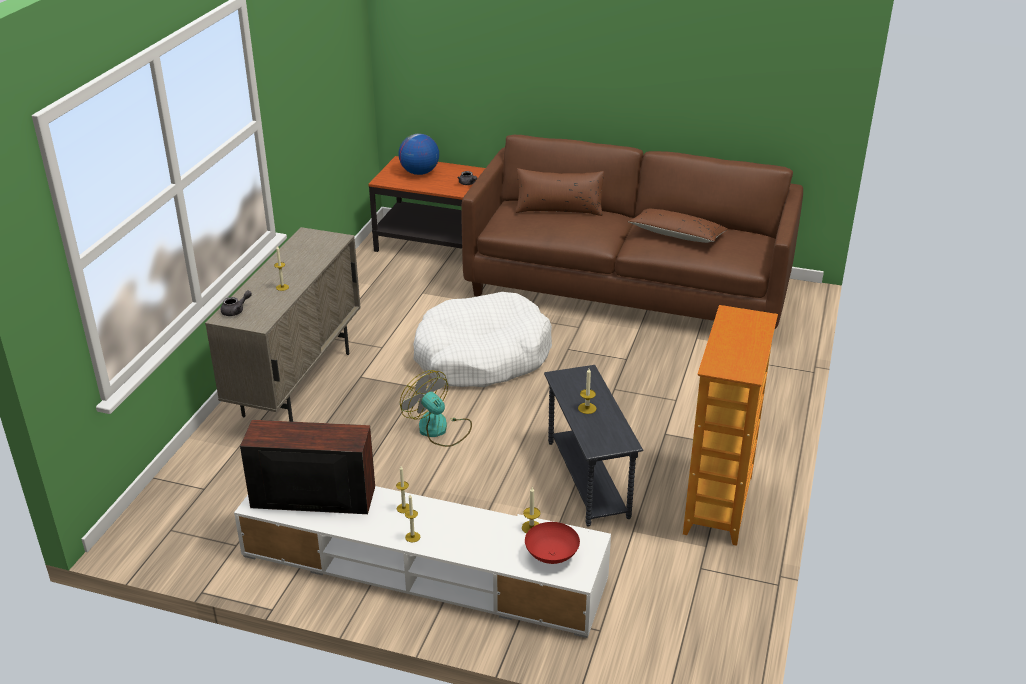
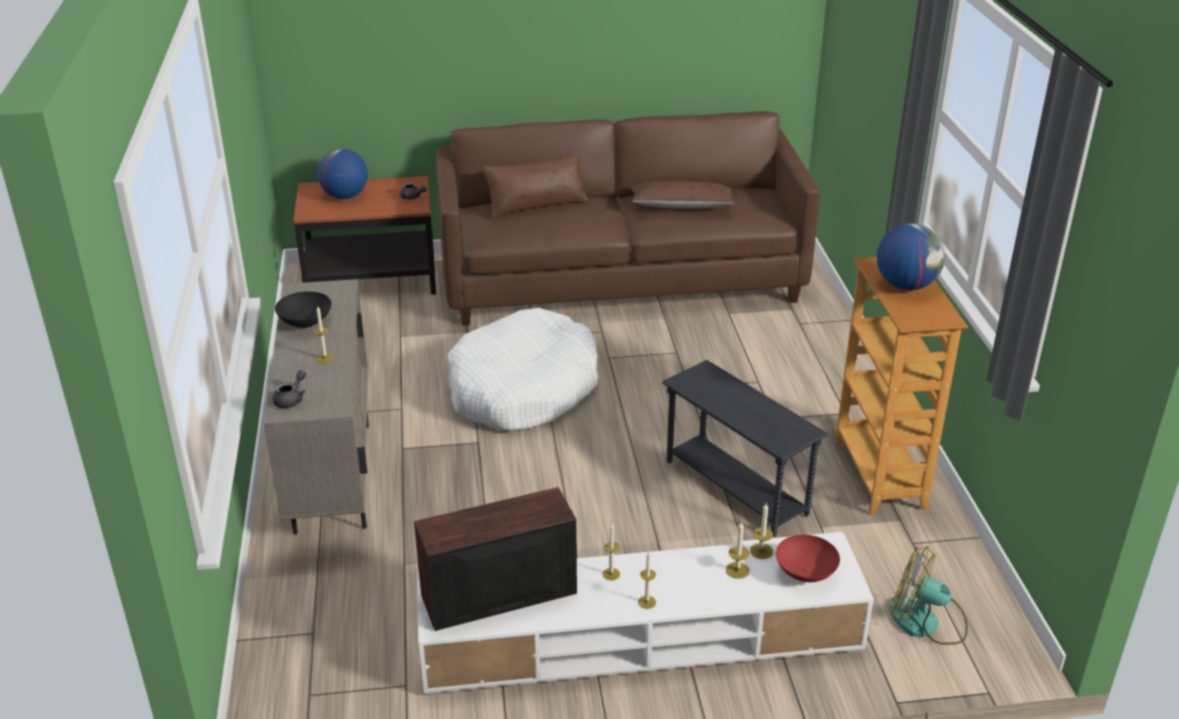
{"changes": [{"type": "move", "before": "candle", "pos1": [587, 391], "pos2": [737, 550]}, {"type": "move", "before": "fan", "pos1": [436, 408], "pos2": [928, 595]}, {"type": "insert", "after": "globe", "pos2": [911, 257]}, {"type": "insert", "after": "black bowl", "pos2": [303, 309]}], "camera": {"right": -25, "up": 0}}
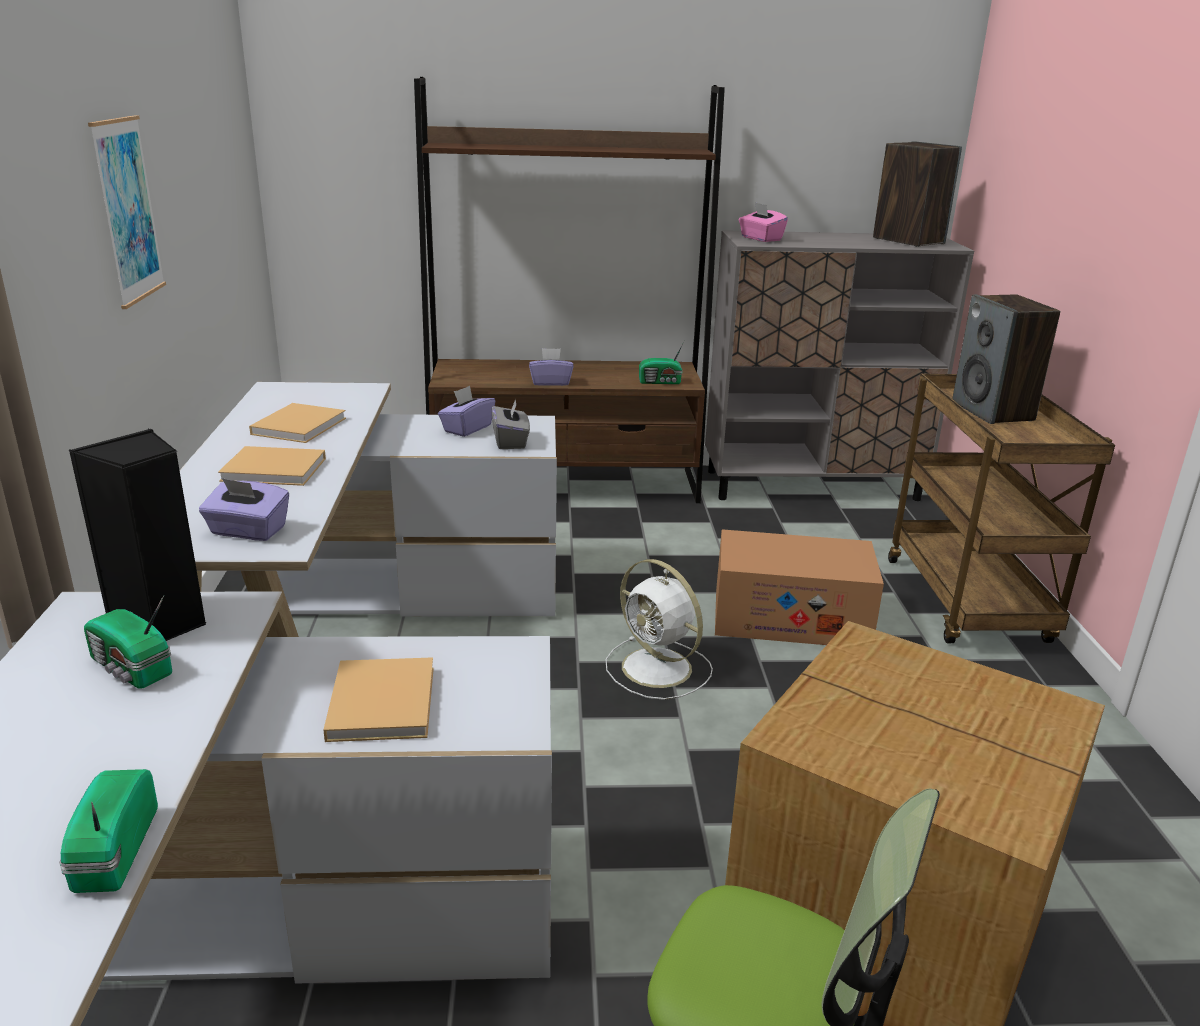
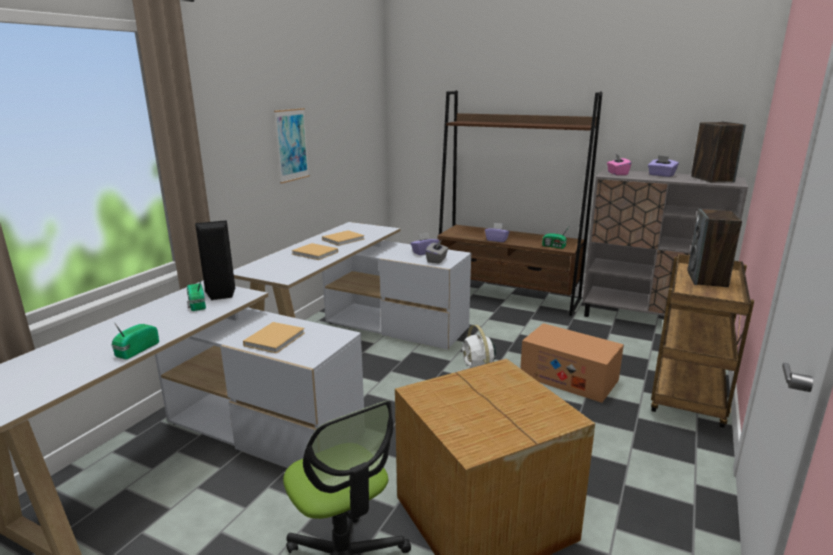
{"changes": [{"type": "move", "before": "purple tissue box", "pos1": [244, 509], "pos2": [663, 166]}], "camera": {"right": 30, "up": -5}}
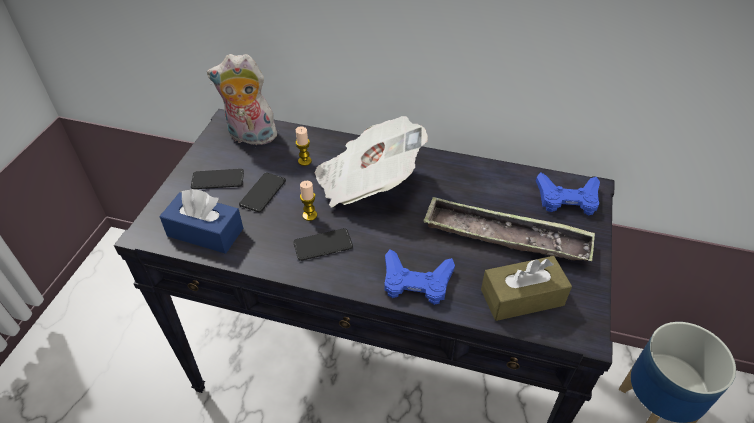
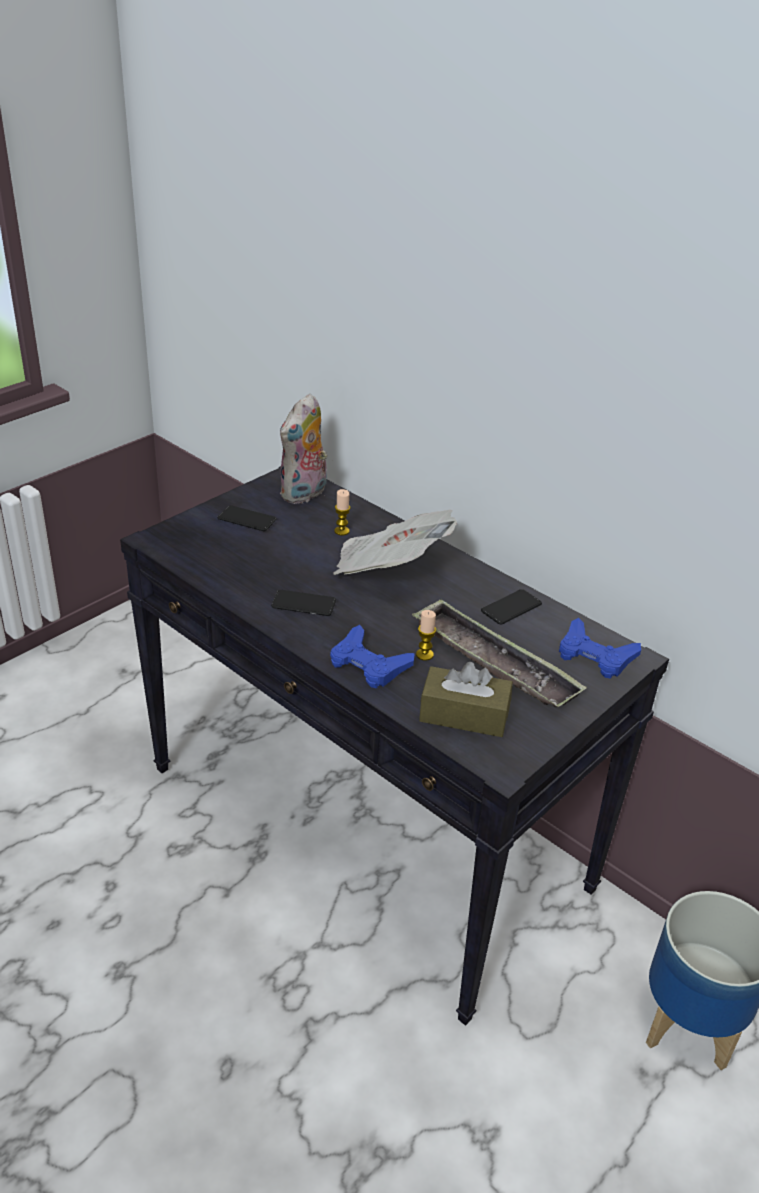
{"changes": [{"type": "rotate", "before": "plush toy", "pos1": [243, 99], "pos2": [303, 449], "turn": -90}, {"type": "move", "before": "phone", "pos1": [262, 192], "pos2": [511, 606]}, {"type": "move", "before": "candle", "pos1": [308, 201], "pos2": [426, 635]}, {"type": "delete", "before": "blue tissue box", "pos1": [201, 221]}], "camera": {"right": 25, "up": -10}}
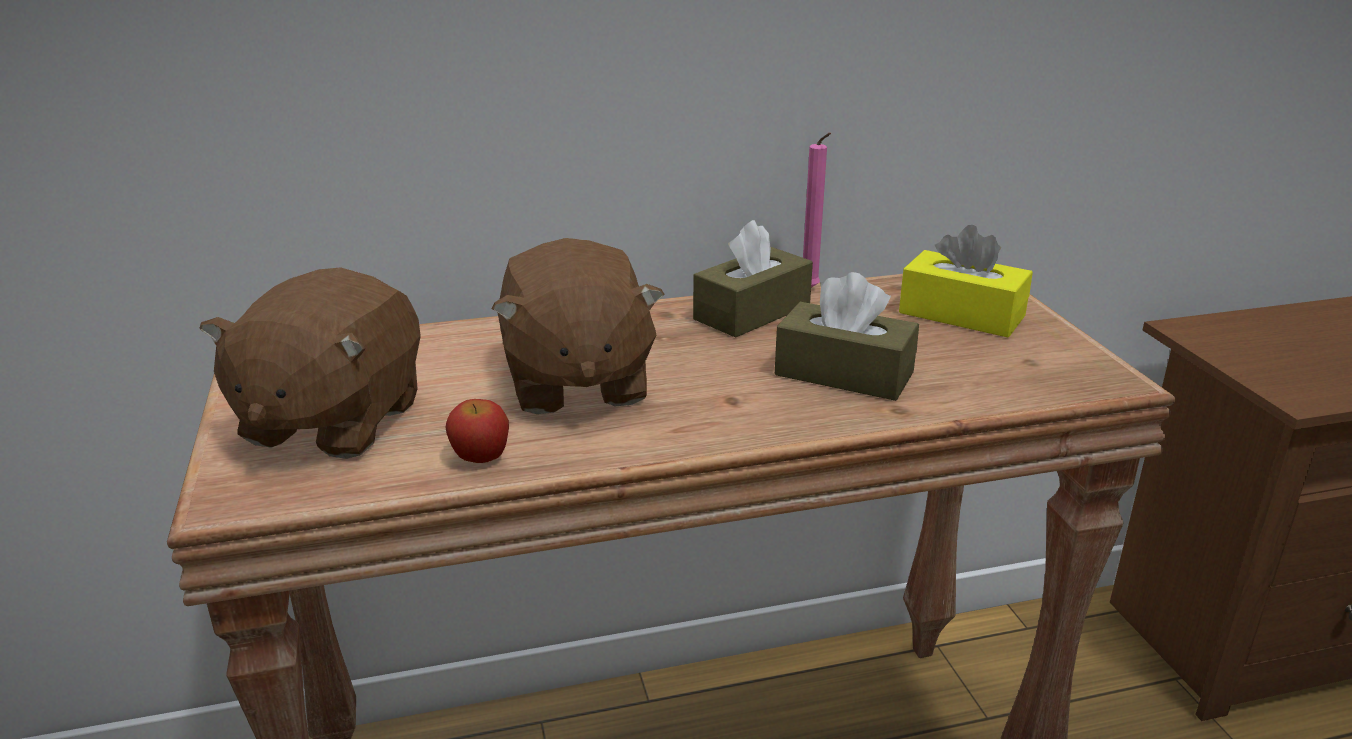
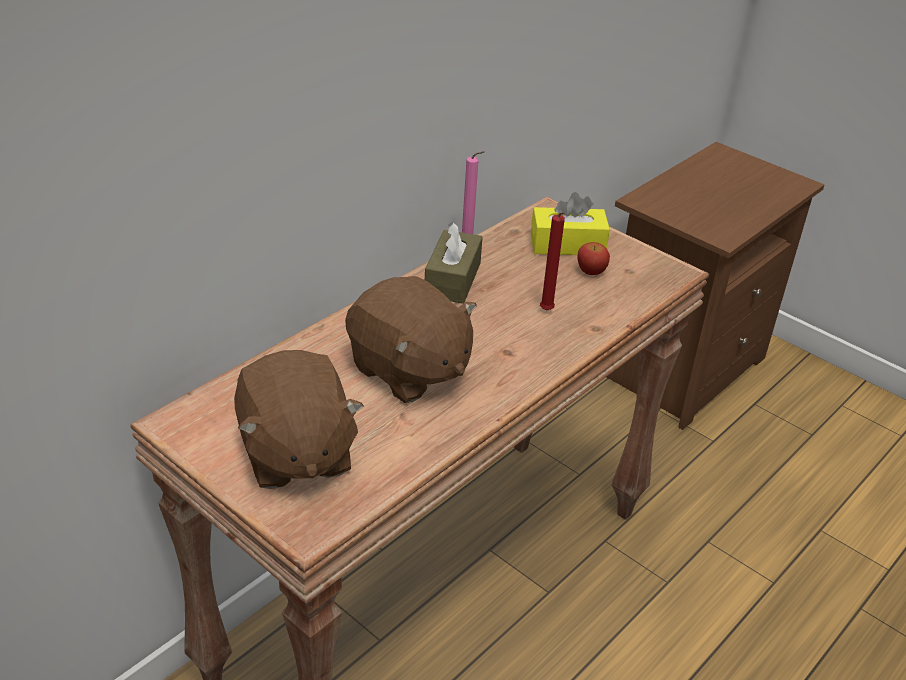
{"changes": [{"type": "replace", "before": "brown tissue box", "after": "red candle", "pos1": [847, 336], "pos2": [552, 261]}, {"type": "move", "before": "apple", "pos1": [477, 431], "pos2": [593, 258]}], "camera": {"right": -35, "up": 10}}
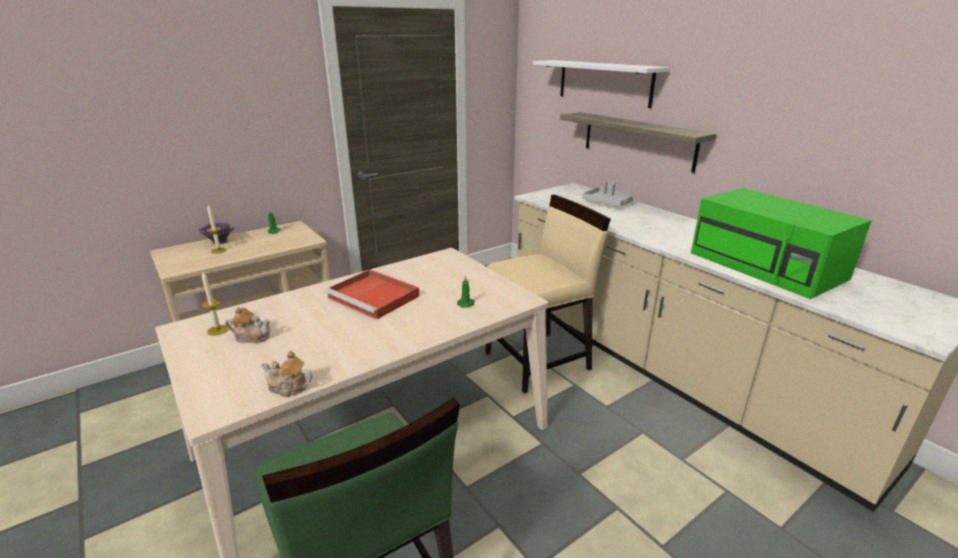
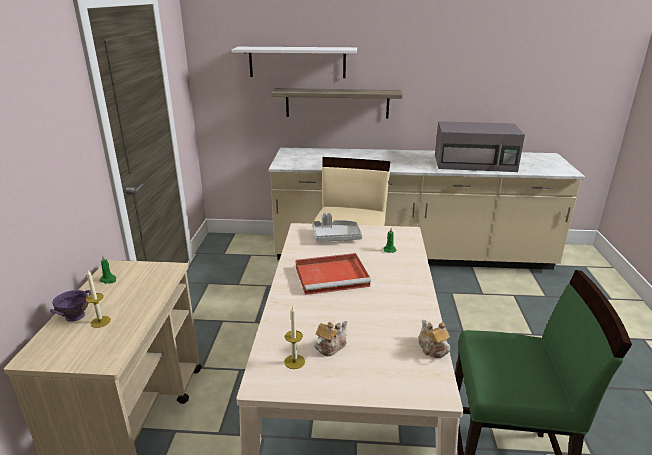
{"changes": [{"type": "move", "before": "grey tray", "pos1": [607, 194], "pos2": [337, 227]}, {"type": "recolor", "before": "green microwave", "after": "grey microwave", "pos1": [781, 243], "pos2": [480, 146]}, {"type": "rotate", "before": "teapot", "pos1": [286, 374], "pos2": [434, 339], "turn": 105}], "camera": {"right": -50, "up": 0}}
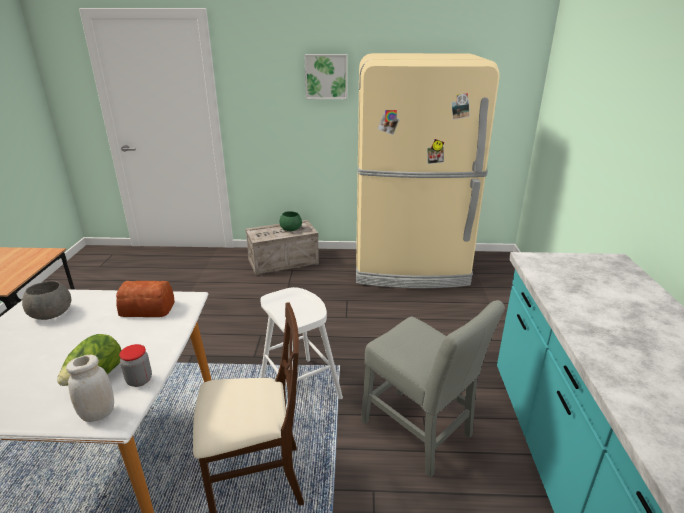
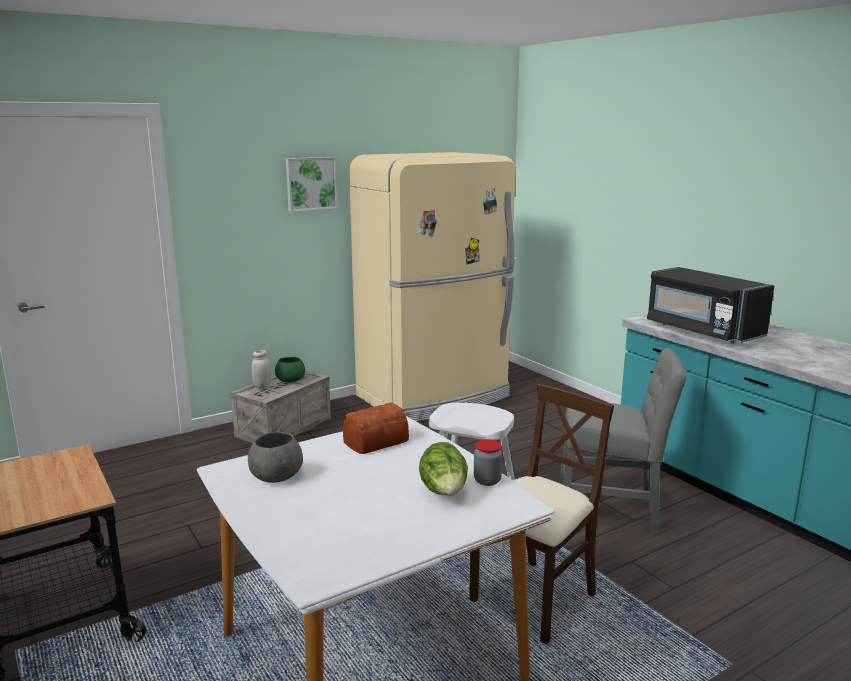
{"changes": [{"type": "move", "before": "white jar", "pos1": [90, 388], "pos2": [261, 369]}, {"type": "insert", "after": "black microwave", "pos2": [710, 305]}], "camera": {"right": -35, "up": -10}}
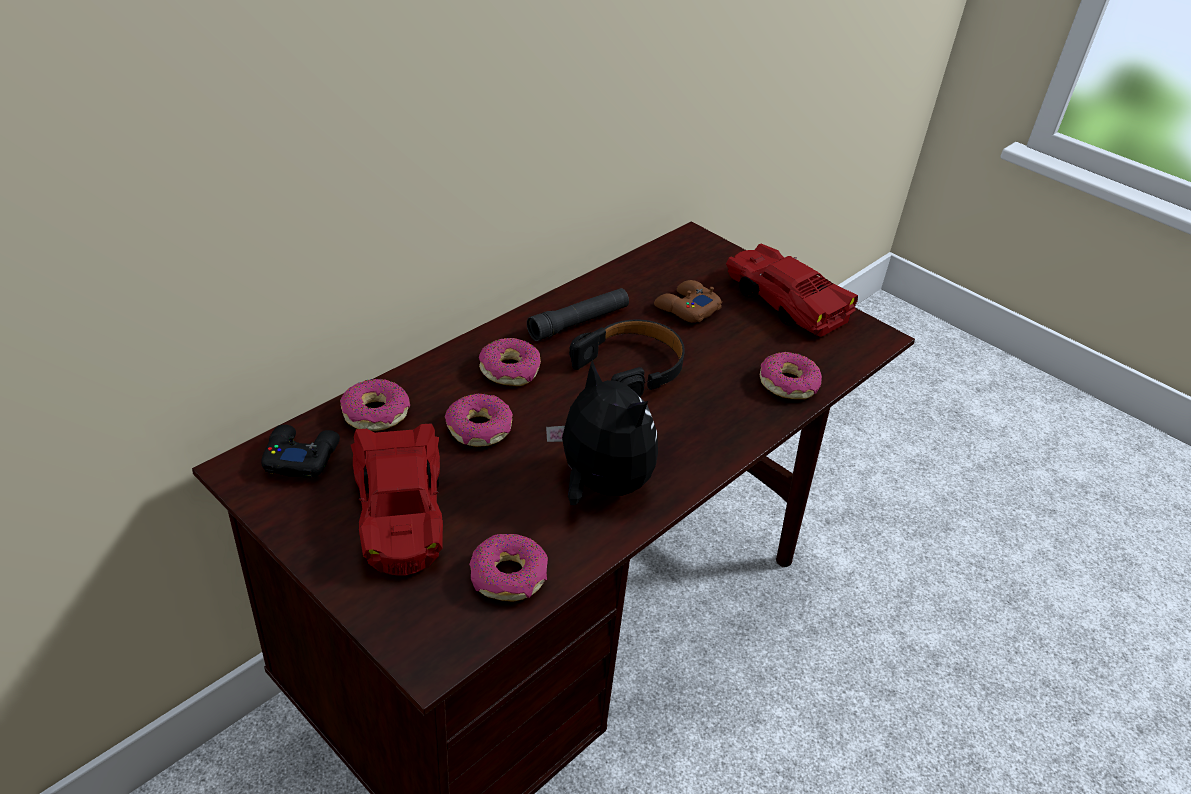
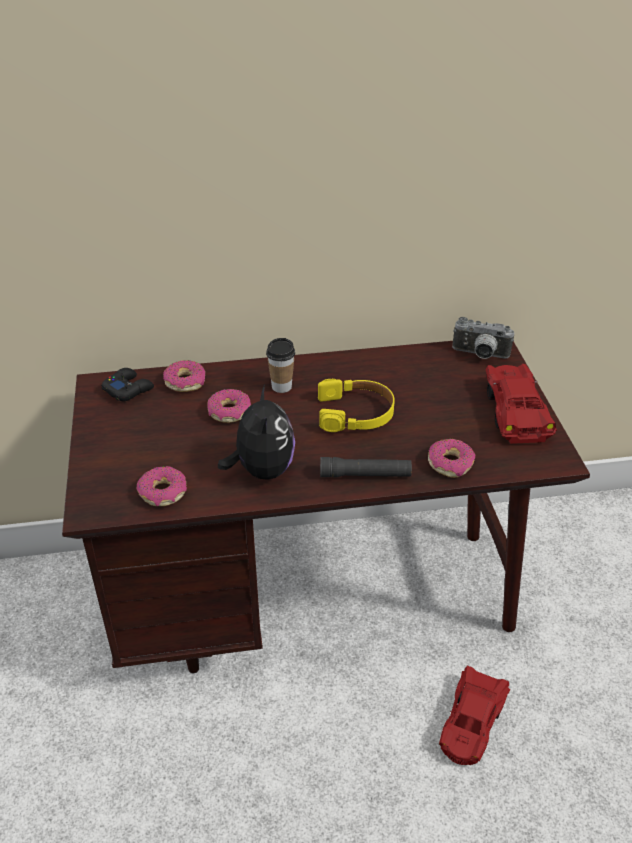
{"changes": [{"type": "delete", "before": "brown game controller", "pos1": [688, 301]}, {"type": "move", "before": "black flashlight", "pos1": [578, 314], "pos2": [366, 467]}, {"type": "recolor", "before": "black headphones", "after": "yellow headphones", "pos1": [627, 358], "pos2": [356, 405]}, {"type": "replace", "before": "donut", "after": "cup", "pos1": [510, 362], "pos2": [280, 365]}, {"type": "move", "before": "red toy car", "pos1": [397, 499], "pos2": [474, 715]}, {"type": "insert", "after": "photo camera", "pos2": [483, 338]}], "camera": {"right": 40, "up": 0}}
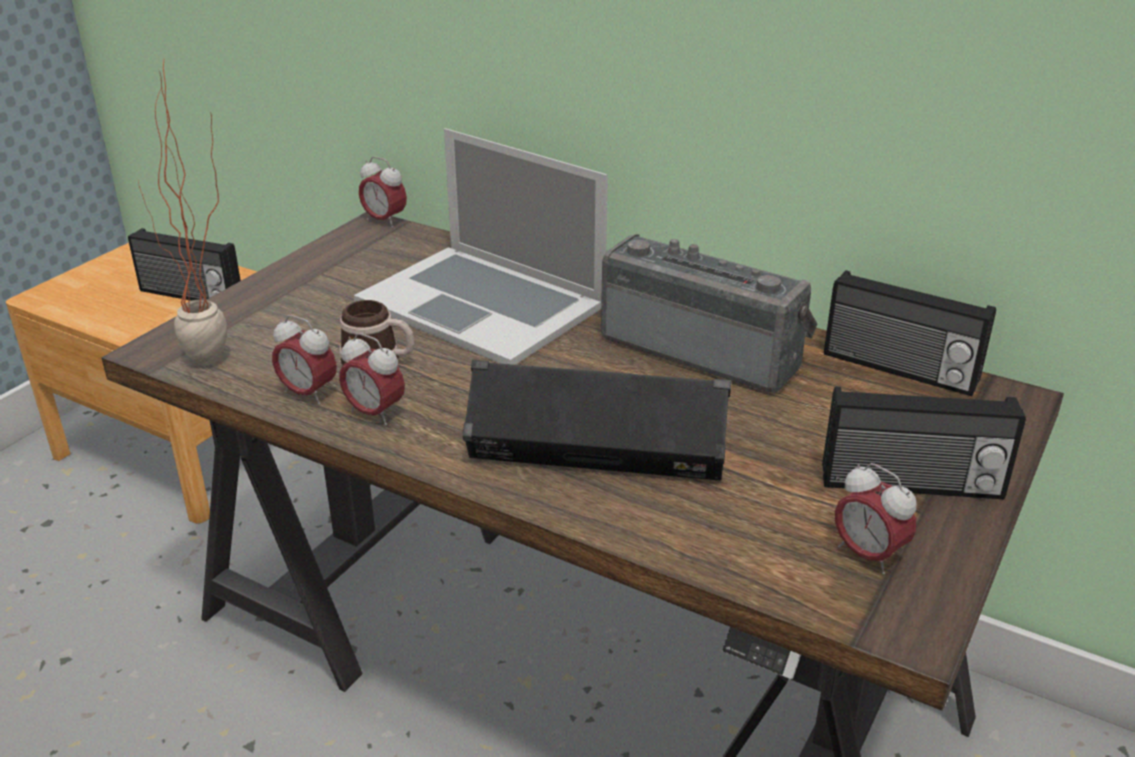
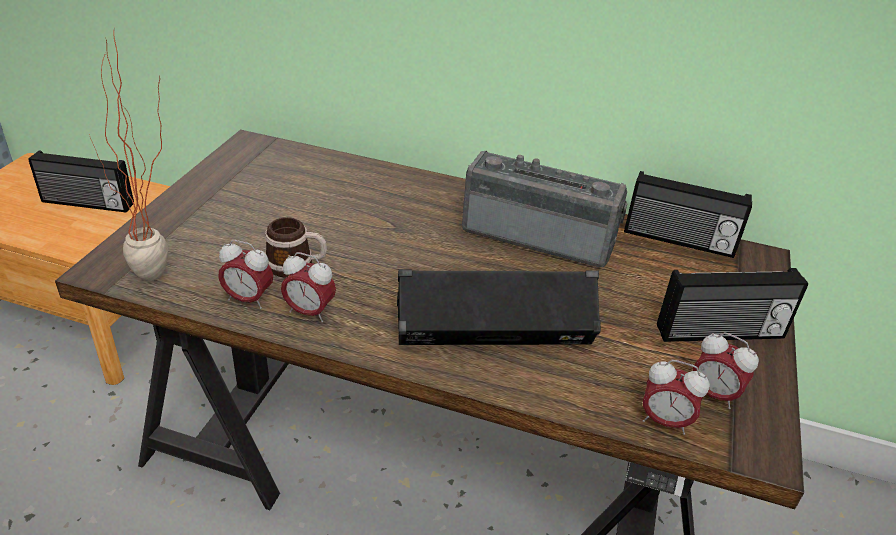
{"changes": [{"type": "delete", "before": "laptop", "pos1": [481, 246]}, {"type": "move", "before": "alarm clock", "pos1": [383, 192], "pos2": [676, 397]}], "camera": {"right": -15, "up": 5}}
